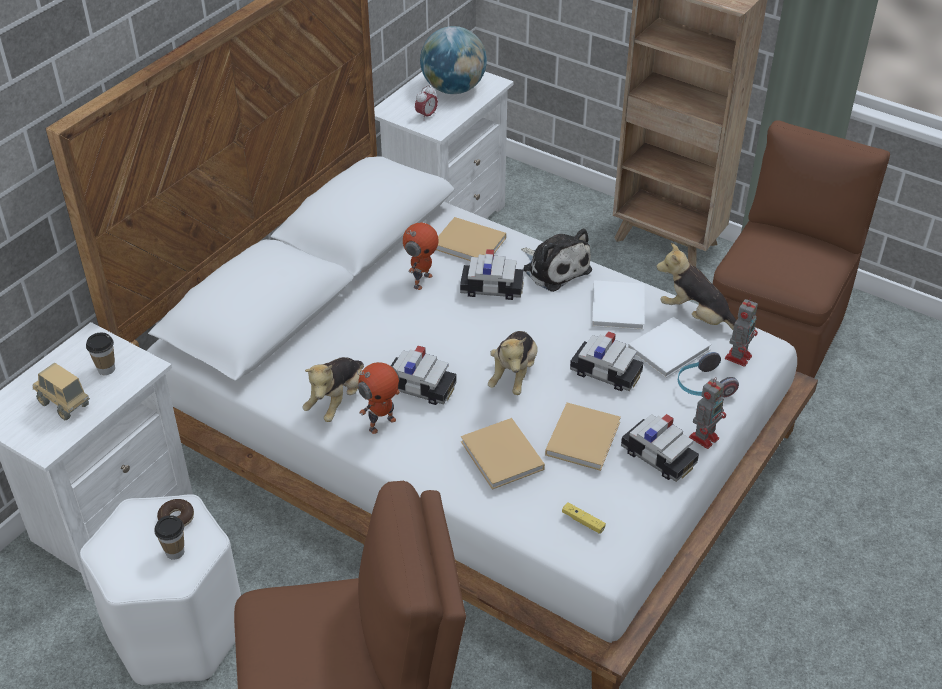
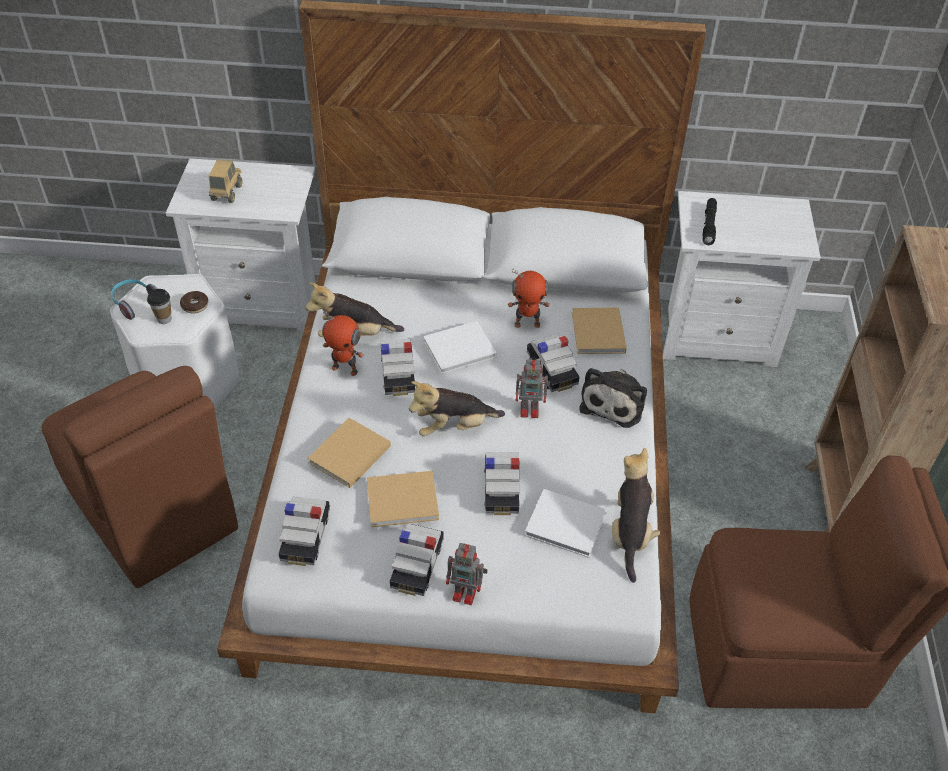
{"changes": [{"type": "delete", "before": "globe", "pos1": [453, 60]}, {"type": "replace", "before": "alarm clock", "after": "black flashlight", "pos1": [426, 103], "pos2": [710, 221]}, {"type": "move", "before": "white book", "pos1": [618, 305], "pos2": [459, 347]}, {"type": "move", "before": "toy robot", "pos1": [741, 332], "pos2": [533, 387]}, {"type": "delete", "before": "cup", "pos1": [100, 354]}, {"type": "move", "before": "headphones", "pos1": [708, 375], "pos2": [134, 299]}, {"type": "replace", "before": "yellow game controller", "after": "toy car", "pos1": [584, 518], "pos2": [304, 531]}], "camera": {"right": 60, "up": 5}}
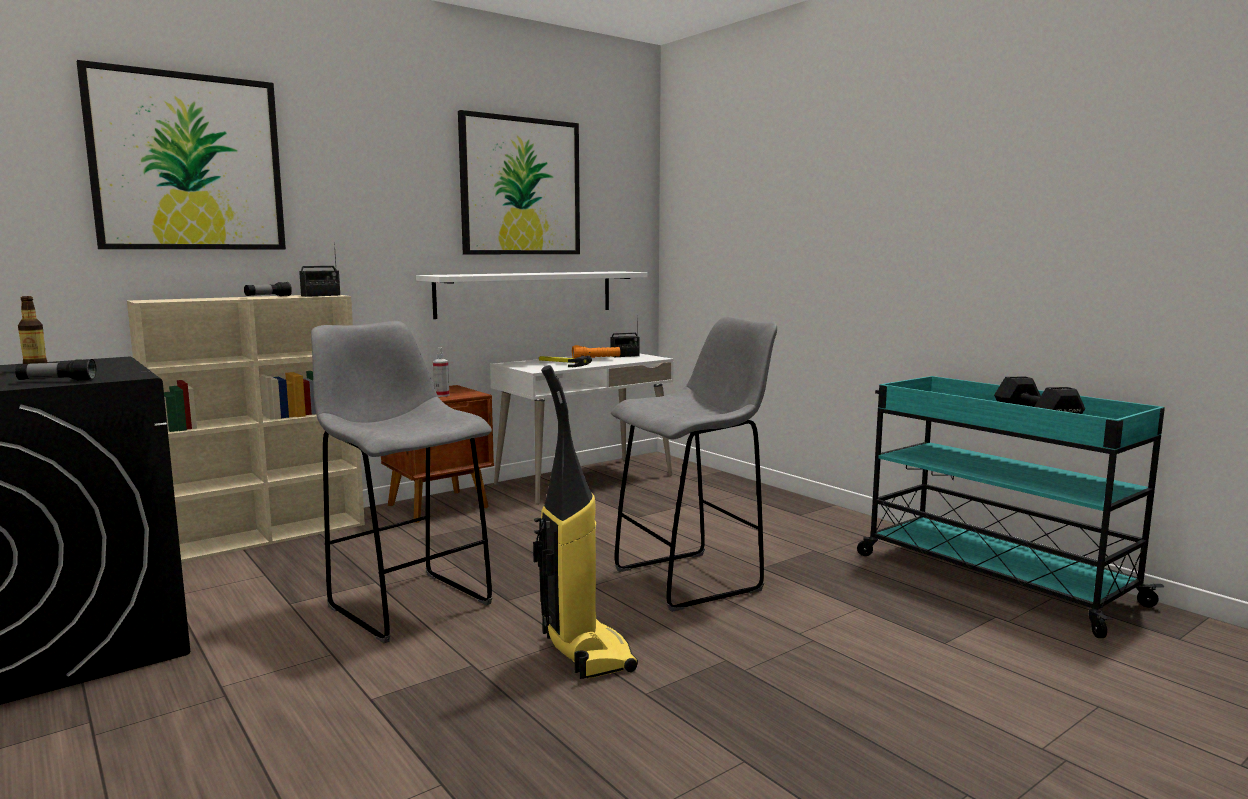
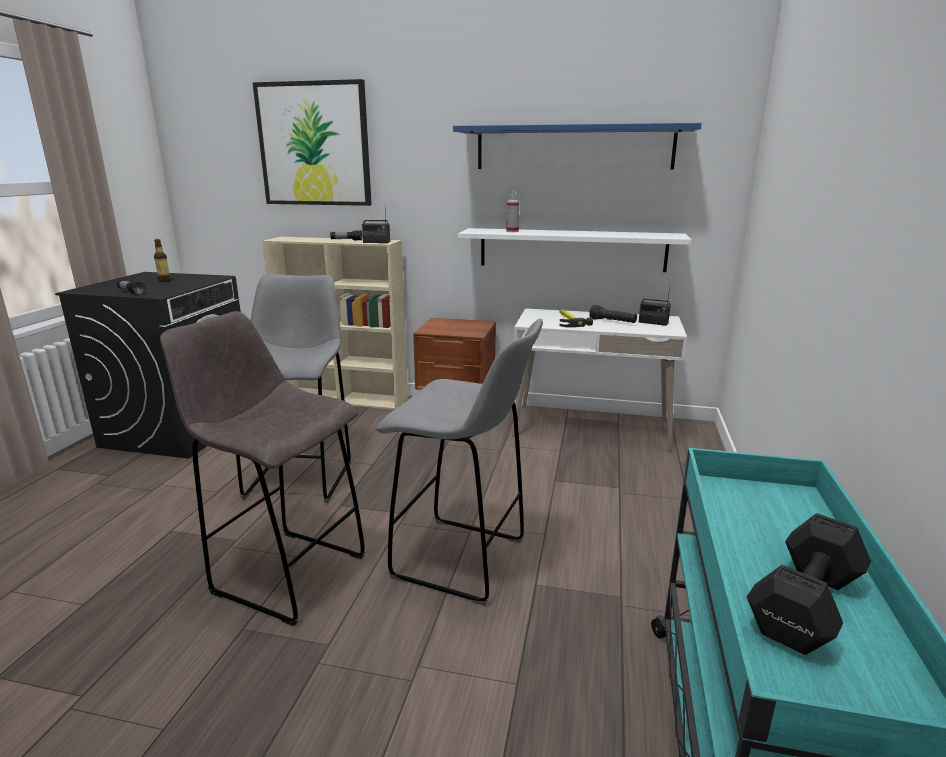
{"changes": [{"type": "replace", "before": "picture", "after": "blue shelf", "pos1": [519, 182], "pos2": [577, 146]}, {"type": "recolor", "before": "orange flashlight", "after": "black flashlight", "pos1": [596, 352], "pos2": [613, 314]}, {"type": "move", "before": "spray bottle", "pos1": [441, 372], "pos2": [512, 211]}, {"type": "replace", "before": "vacuum cleaner", "after": "grey stool", "pos1": [585, 522], "pos2": [262, 468]}], "camera": {"right": 50, "up": 10}}
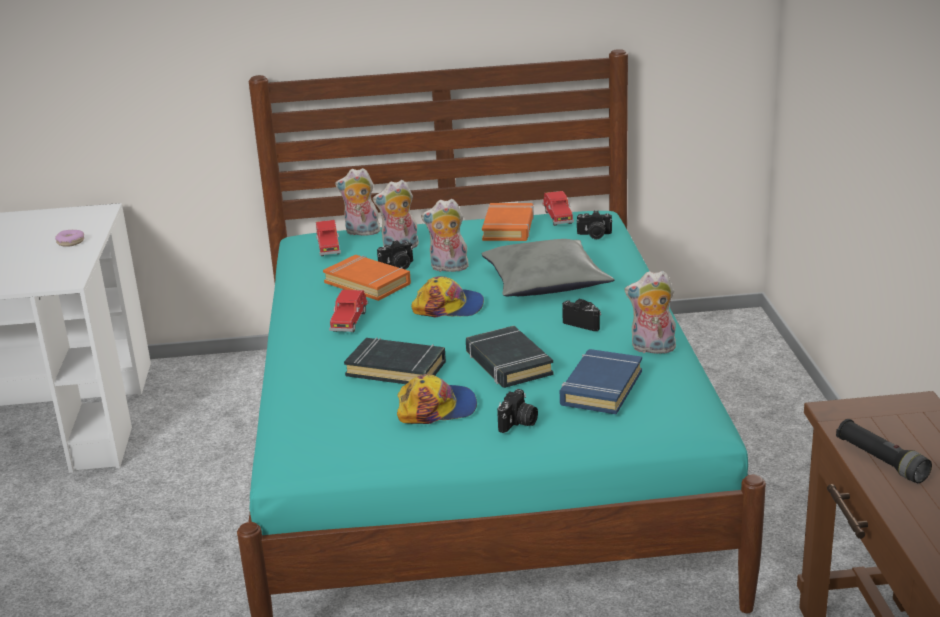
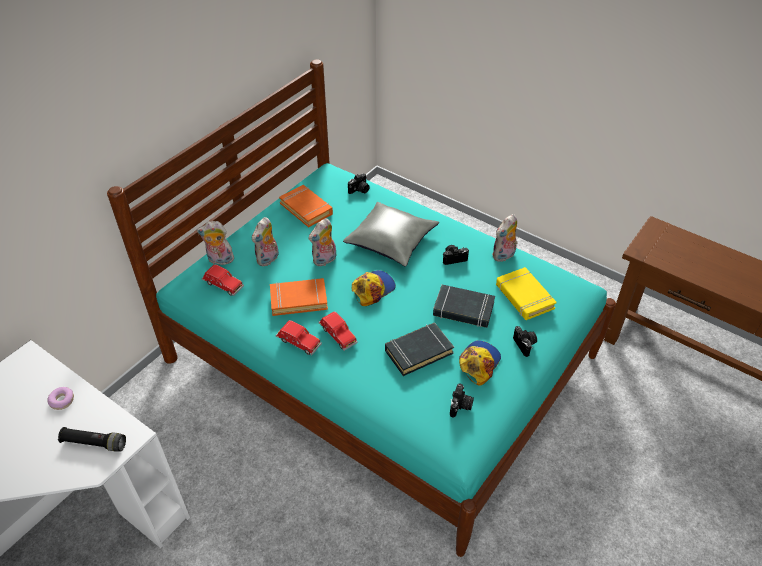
{"changes": [{"type": "rotate", "before": "plush toy", "pos1": [357, 202], "pos2": [215, 243], "turn": 45}, {"type": "move", "before": "red toy car", "pos1": [558, 208], "pos2": [299, 337]}, {"type": "move", "before": "photo camera", "pos1": [395, 254], "pos2": [462, 400]}, {"type": "recolor", "before": "blue book", "after": "yellow book", "pos1": [601, 381], "pos2": [526, 293]}, {"type": "move", "before": "black flashlight", "pos1": [884, 451], "pos2": [92, 439]}], "camera": {"right": -50, "up": 20}}
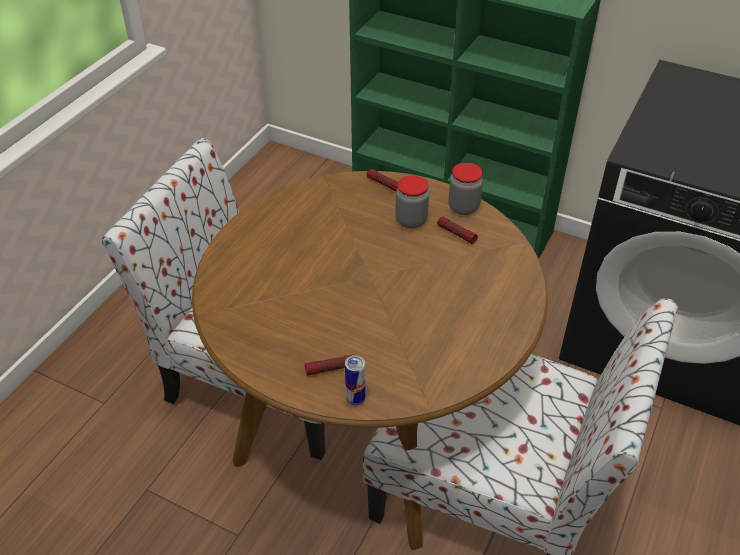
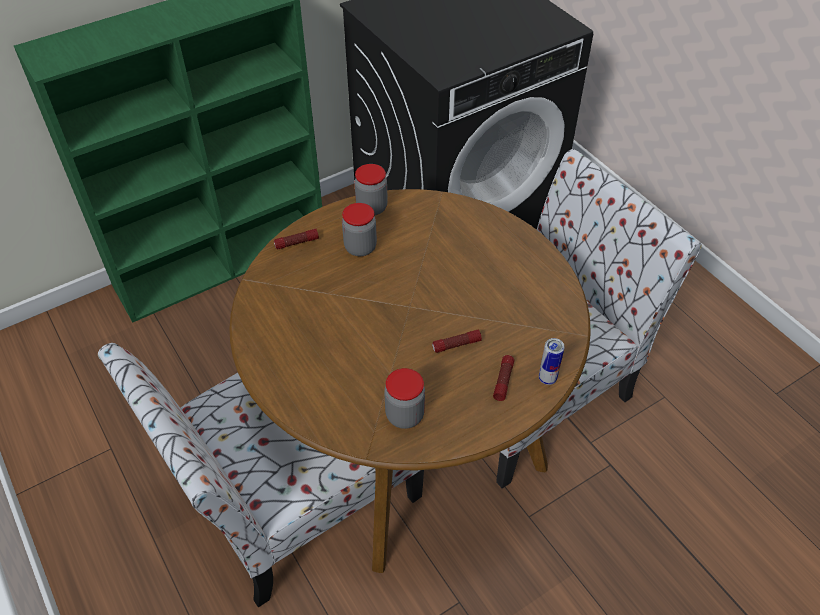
{"changes": [{"type": "move", "before": "flashlight", "pos1": [457, 230], "pos2": [457, 341]}, {"type": "insert", "after": "jar", "pos2": [404, 398]}], "camera": {"right": -60, "up": 5}}
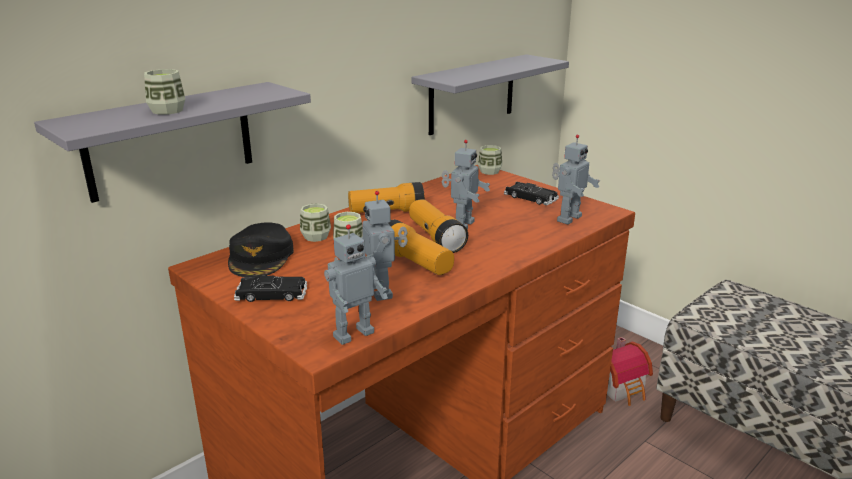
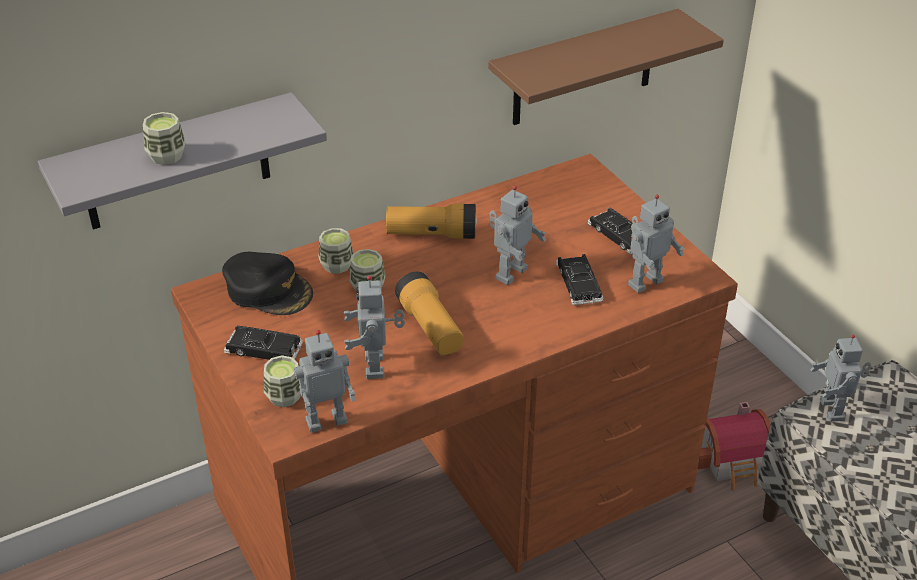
{"changes": [{"type": "recolor", "before": "grey shelf", "after": "brown shelf", "pos1": [490, 94], "pos2": [606, 67]}, {"type": "move", "before": "cup", "pos1": [490, 160], "pos2": [282, 381]}, {"type": "delete", "before": "flashlight", "pos1": [438, 226]}, {"type": "rotate", "before": "black cap", "pos1": [261, 249], "pos2": [267, 283], "turn": -75}, {"type": "insert", "after": "black toy car", "pos2": [580, 279]}, {"type": "insert", "after": "toy robot", "pos2": [841, 378]}], "camera": {"right": 15, "up": 15}}
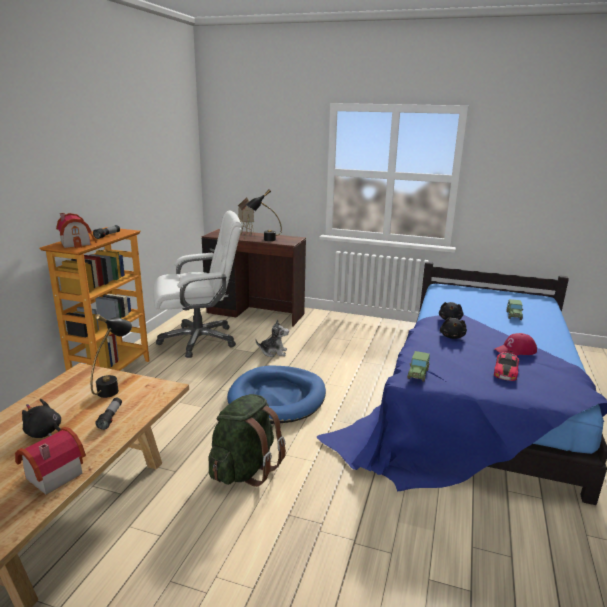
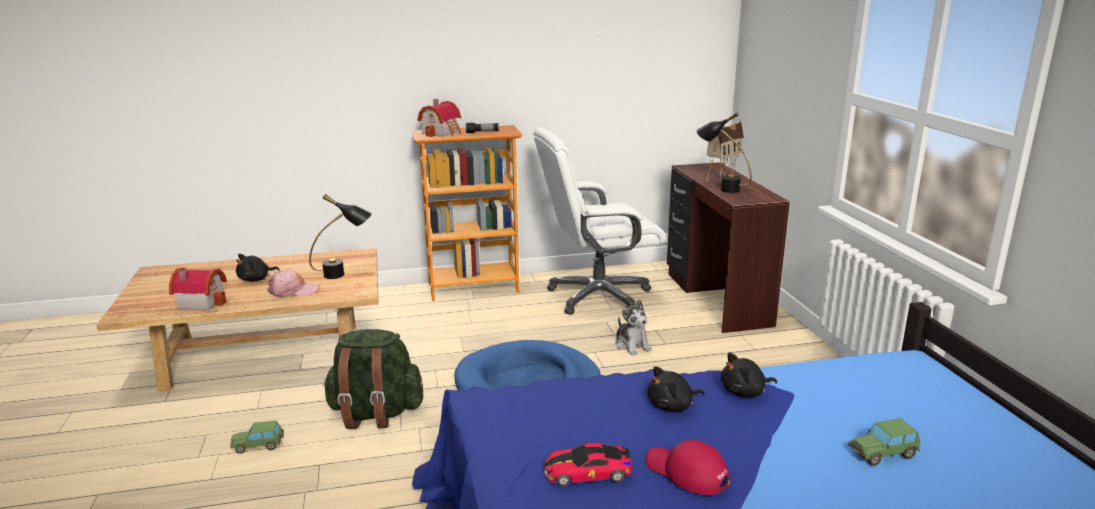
{"changes": [{"type": "rotate", "before": "white office chair", "pos1": [197, 284], "pos2": [600, 221], "turn": 120}, {"type": "move", "before": "toy car", "pos1": [418, 366], "pos2": [257, 437]}, {"type": "replace", "before": "flashlight", "after": "pink cap", "pos1": [109, 414], "pos2": [293, 283]}, {"type": "rotate", "before": "black plush toy", "pos1": [41, 418], "pos2": [258, 267], "turn": -120}], "camera": {"right": 60, "up": 0}}
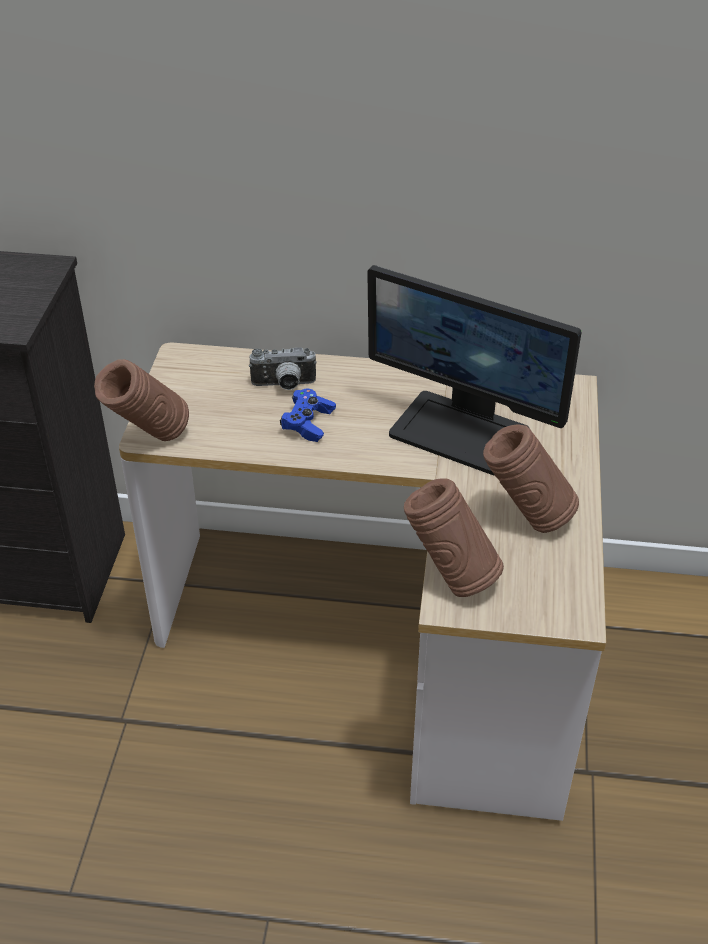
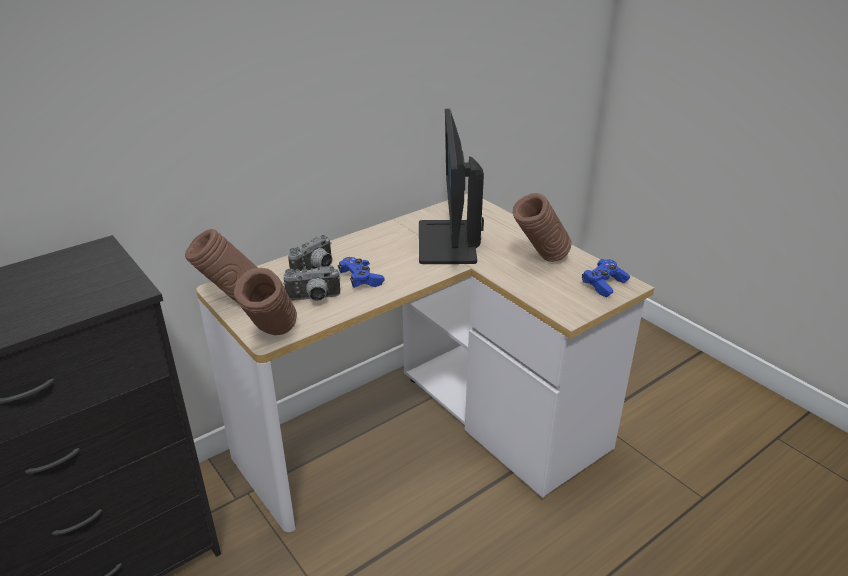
{"changes": [{"type": "rotate", "before": "monitor", "pos1": [474, 370], "pos2": [451, 186], "turn": 105}, {"type": "move", "before": "brown vase", "pos1": [454, 537], "pos2": [221, 266]}, {"type": "insert", "after": "blue game controller", "pos2": [606, 278]}, {"type": "insert", "after": "photo camera", "pos2": [311, 283]}], "camera": {"right": -45, "up": -10}}
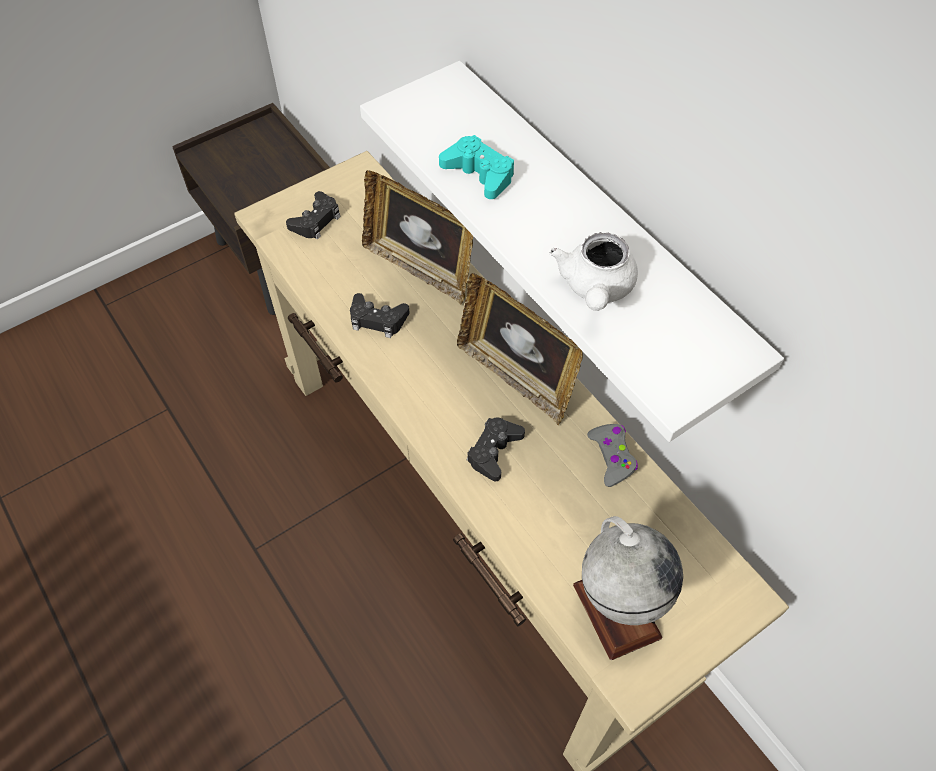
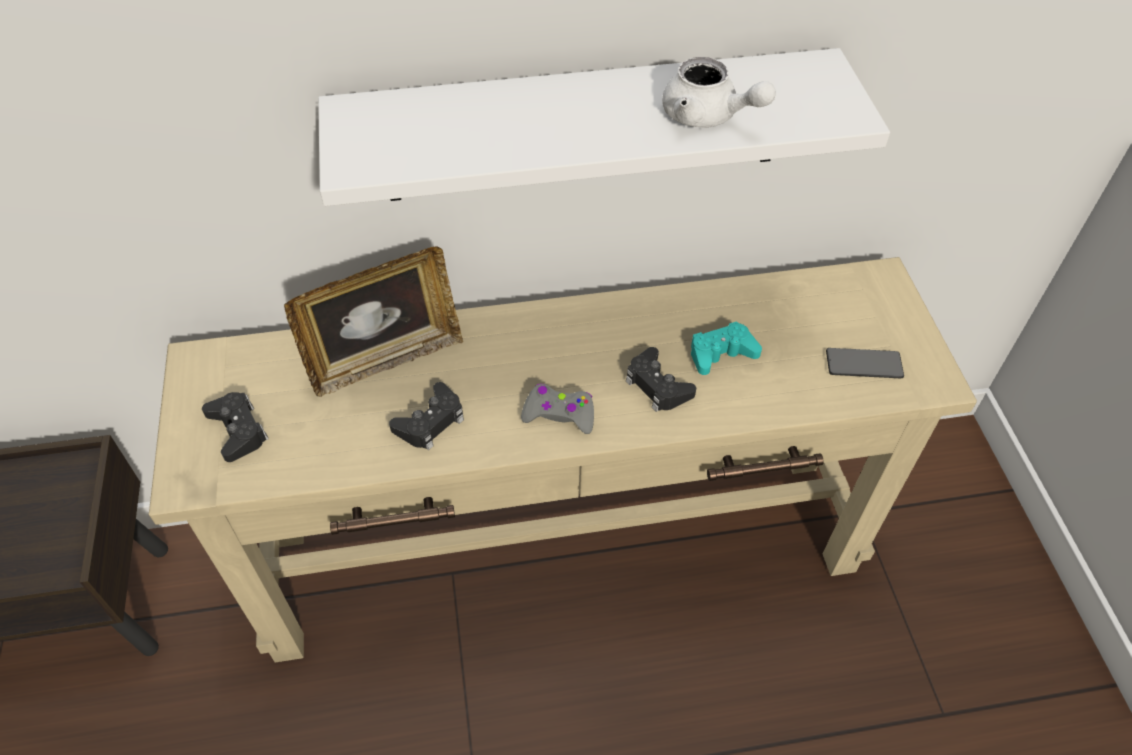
{"changes": [{"type": "move", "before": "turquoise game controller", "pos1": [476, 167], "pos2": [726, 348]}, {"type": "delete", "before": "picture frame", "pos1": [520, 349]}, {"type": "move", "before": "grey game controller", "pos1": [612, 455], "pos2": [557, 409]}, {"type": "replace", "before": "globe", "after": "phone", "pos1": [628, 588], "pos2": [865, 363]}], "camera": {"right": -65, "up": -5}}
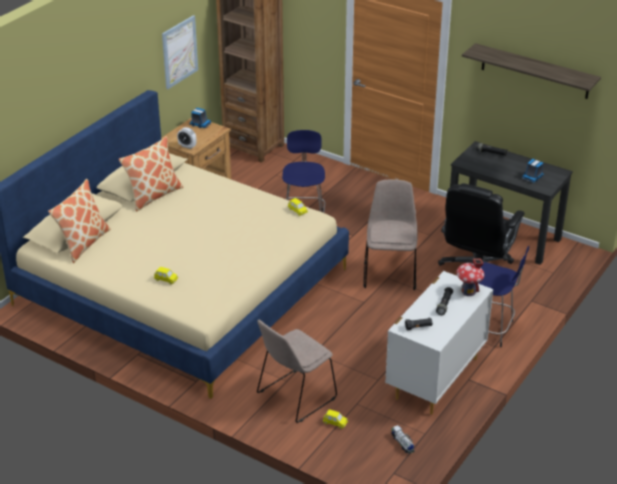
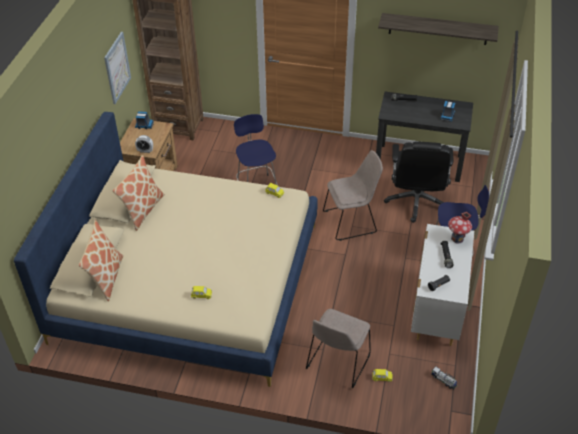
{"changes": [{"type": "rotate", "before": "beige chair", "pos1": [390, 234], "pos2": [353, 195], "turn": 90}], "camera": {"right": -20, "up": 10}}
